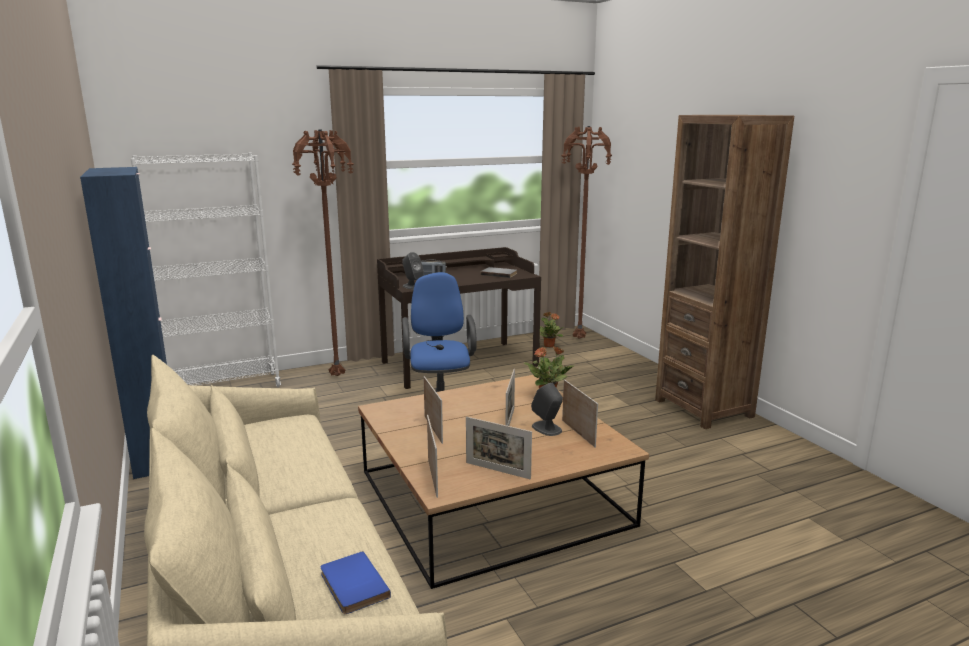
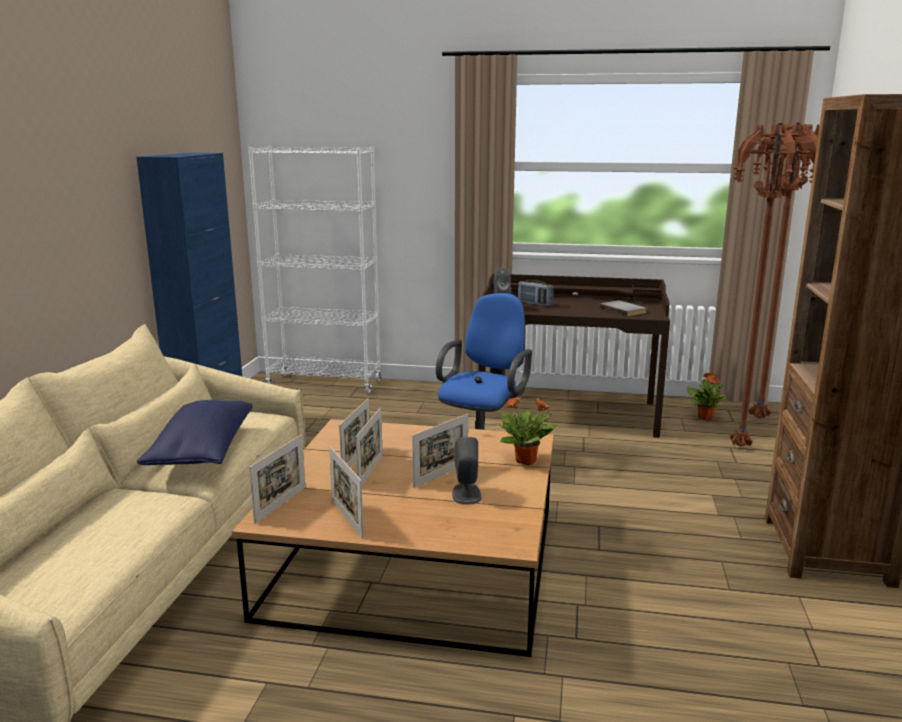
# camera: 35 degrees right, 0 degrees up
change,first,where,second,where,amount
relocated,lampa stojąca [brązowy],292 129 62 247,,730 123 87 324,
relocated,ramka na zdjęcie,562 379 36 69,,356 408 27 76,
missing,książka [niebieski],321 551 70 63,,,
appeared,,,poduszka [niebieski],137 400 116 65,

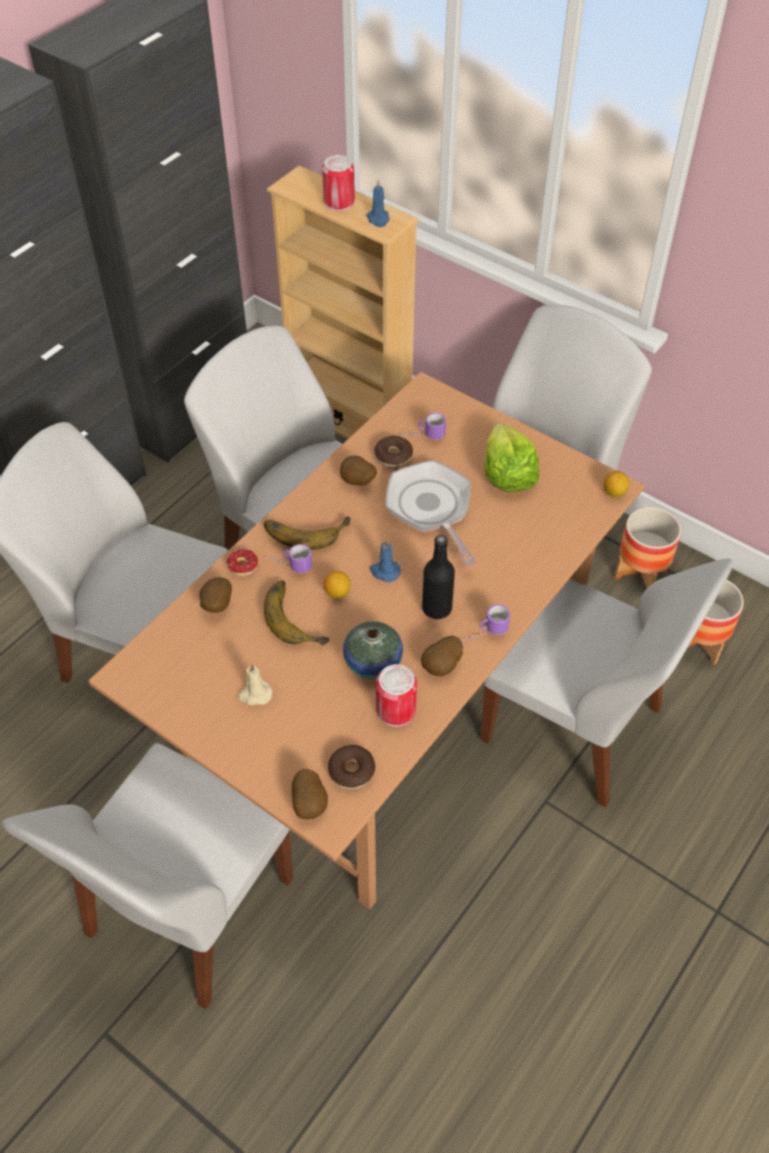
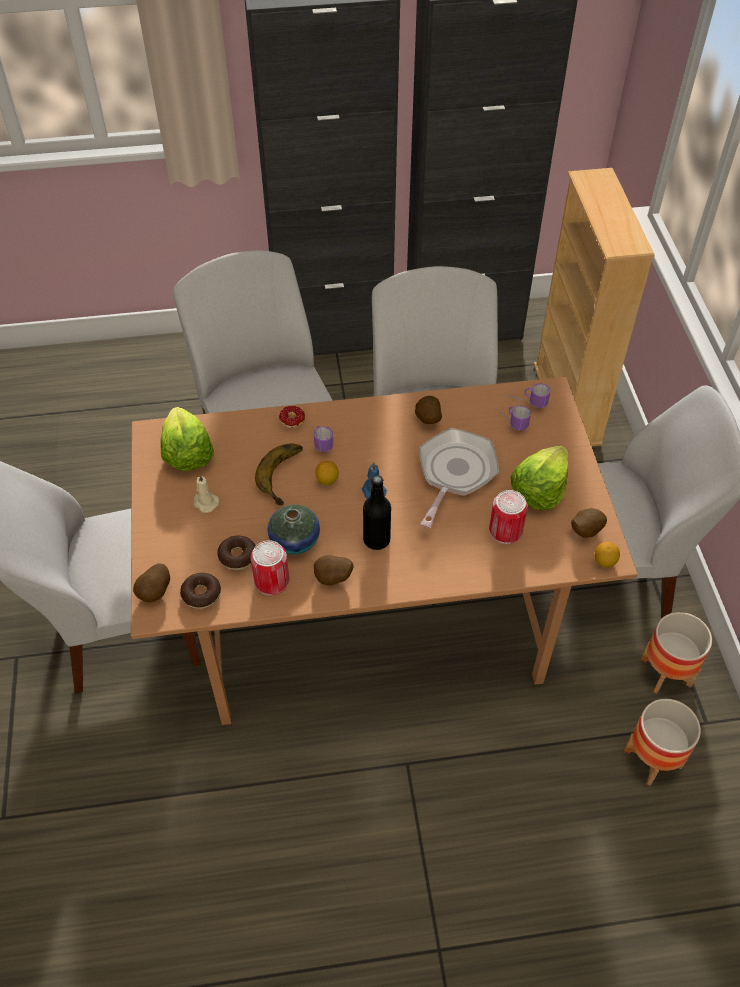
# camera: 45 degrees right, 0 degrees up
change,first,where,second,where,amount
relocated,puszka,322 155 33 56,,489 490 39 54,
missing,świeca [niebieski],366 180 23 47,,,
relocated,donut,374 436 39 31,,217 536 39 34,
missing,banan,264 516 87 34,,,
missing,krzesło [biały],481 558 252 249,,,
relocated,ziemniak,199 577 33 36,,571 508 36 30,
relocated,kubek,461 604 49 38,,508 383 42 25,
appeared,,,sałata,161 407 53 64,

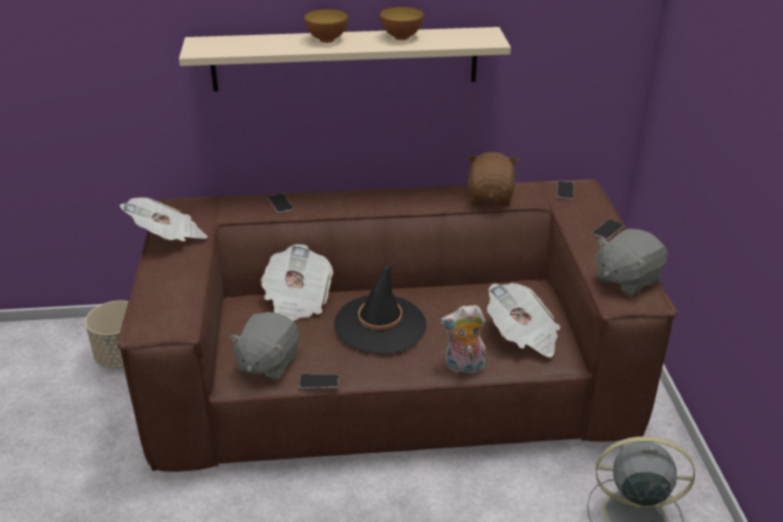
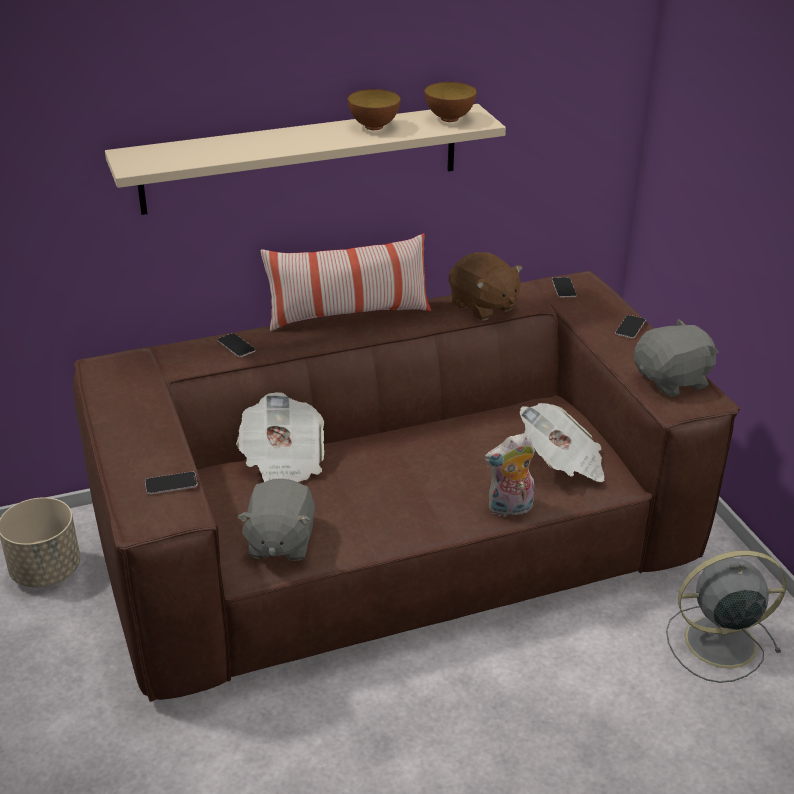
# camera: 15 degrees left, 0 degrees up
change,first,where,second,where,amount
relocated,miska,304 9 44 34,,425 82 52 40,
spun,pluszak [brązowy],468 152 51 54,,449 252 74 69,150 degrees clockwise
missing,gazeta,120 197 88 44,,,
spun,pluszak [szary],597 229 71 68,,634 319 85 78,150 degrees counterclockwise
missing,kapelusz [czarny],334 263 93 92,,,
relocated,telefon,299 374 40 14,,145 471 53 23,
appeared,,,poduszka,260 233 171 98,

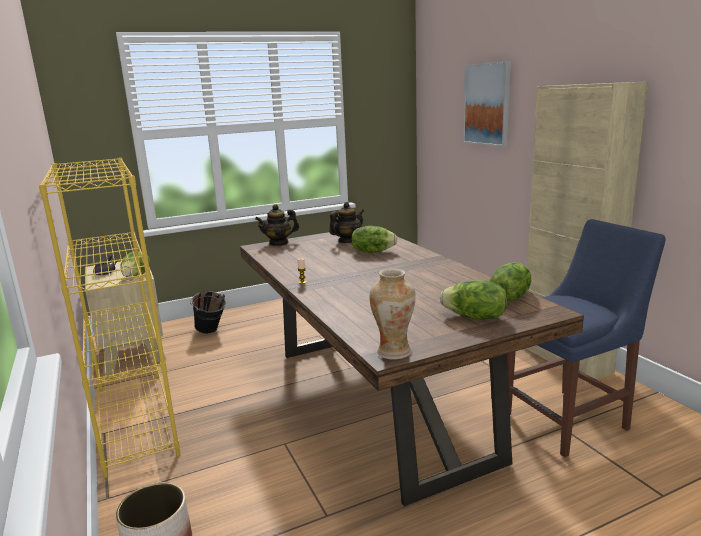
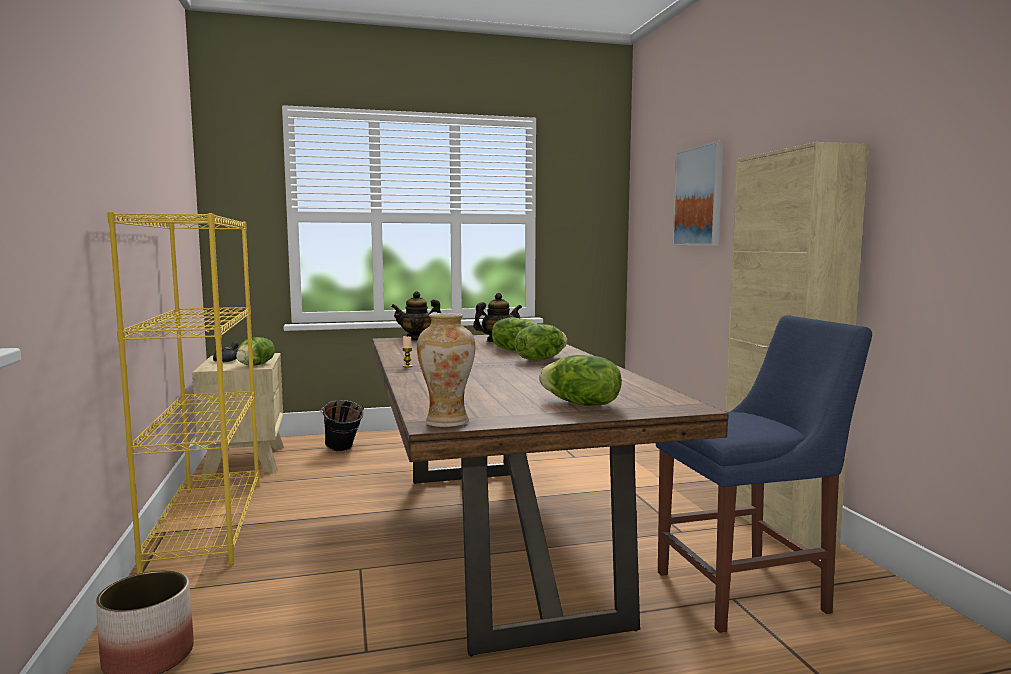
# camera: 10 degrees right, 10 degrees down
change,first,where,second,where,amount
relocated,sałata,489 263 42 38,,514 324 53 37,

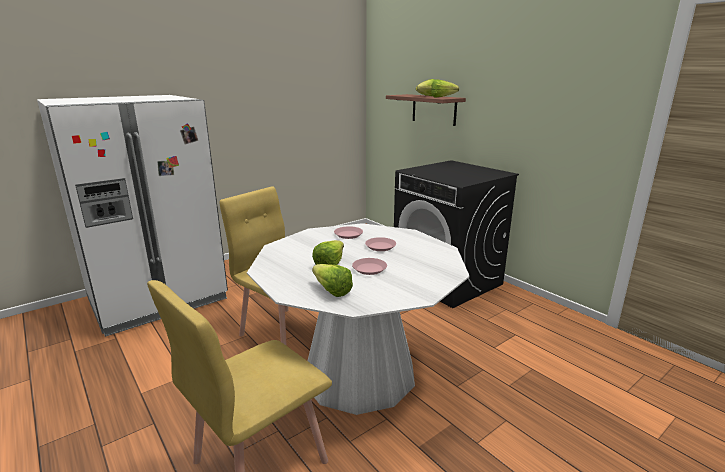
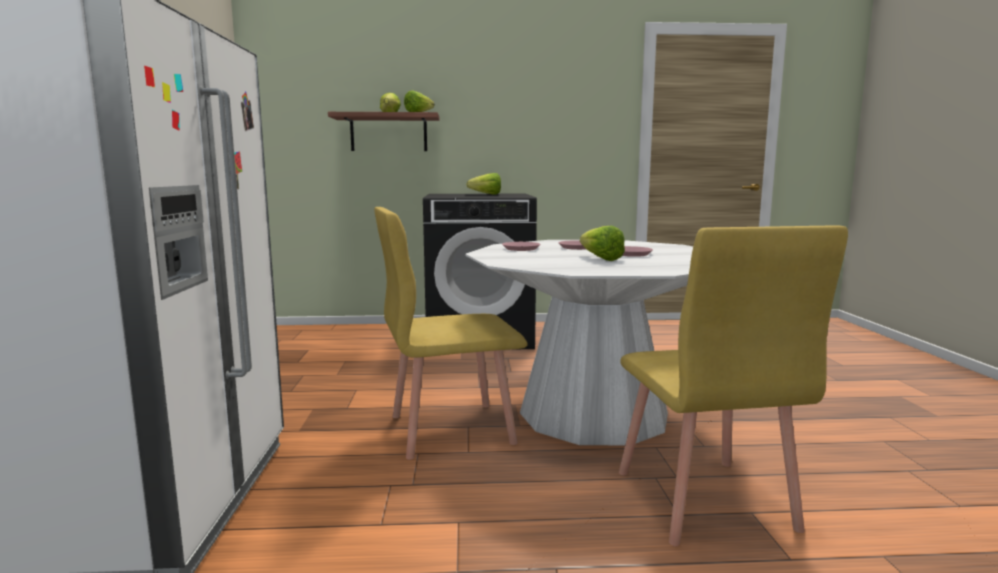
# camera: 55 degrees left, 10 degrees down
change,first,where,second,where,amount
relocated,sałata,312 264 41 33,,466 173 35 22,

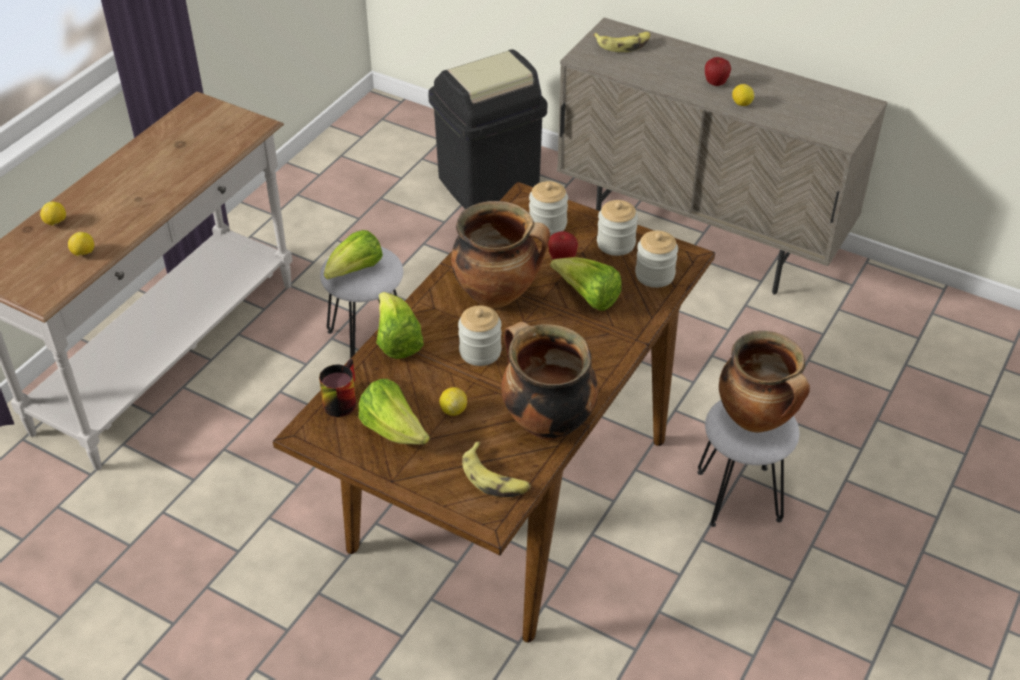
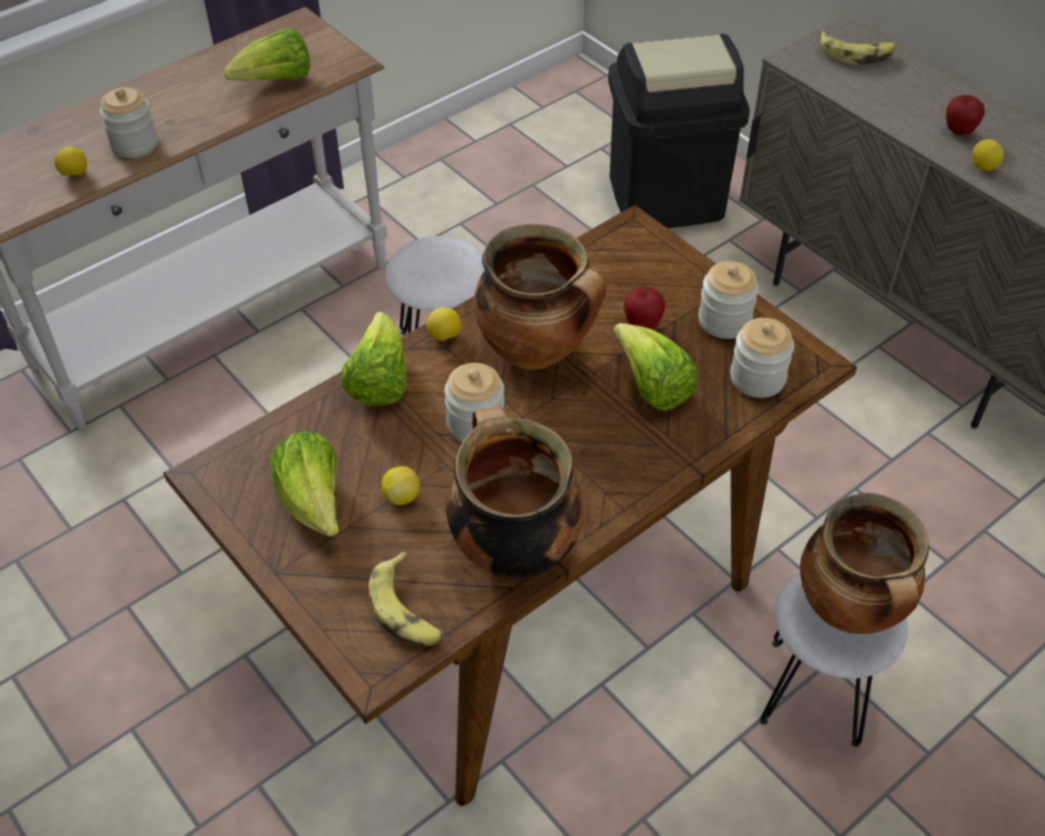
# camera: 20 degrees right, 5 degrees up
change,first,where,second,where,amount
relocated,słoik,529 181 39 55,,100 87 58 71,
relocated,cytryna,40 202 26 24,,426 307 35 34,
relocated,sałata,324 230 59 49,,224 29 86 52,
missing,kubek,319 359 37 58,,,

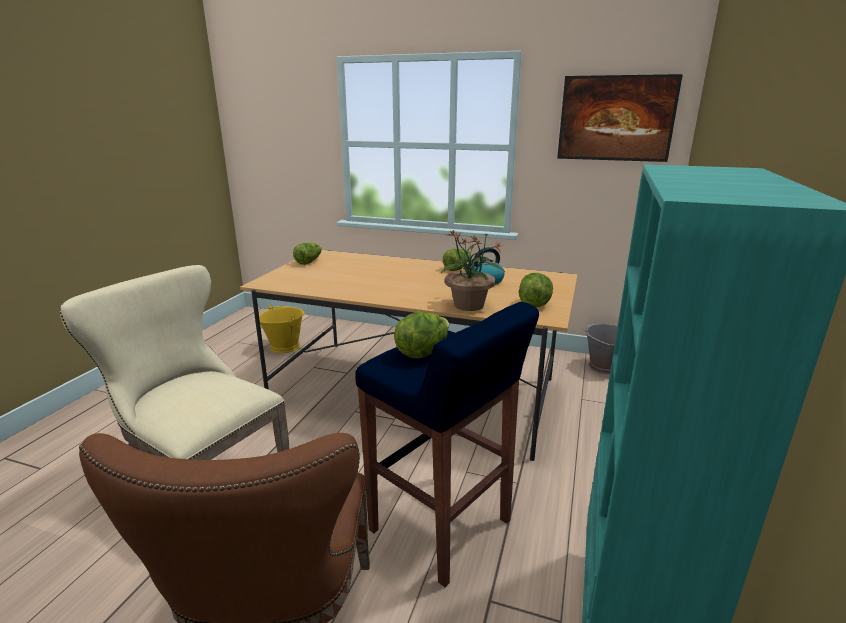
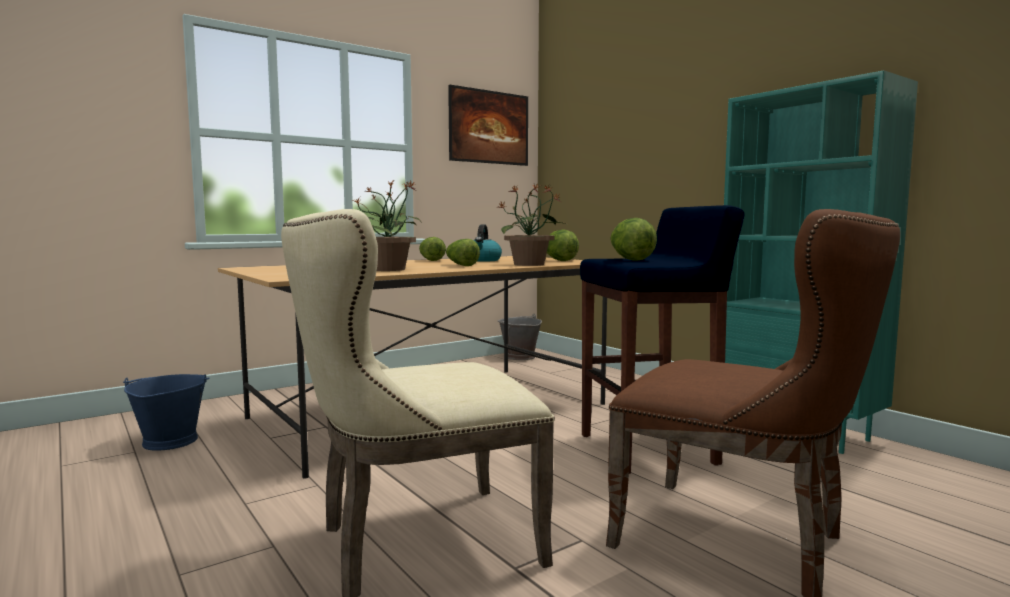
# camera: 55 degrees left, 15 degrees down
change,first,where,second,where,amount
relocated,sałata,293 243 29 22,,446 239 34 27,
colour,wiadro [żółty],259 305 45 48,wiadro [niebieski],123 374 86 77,
appeared,,,roślina doniczkowa,355 180 67 91,

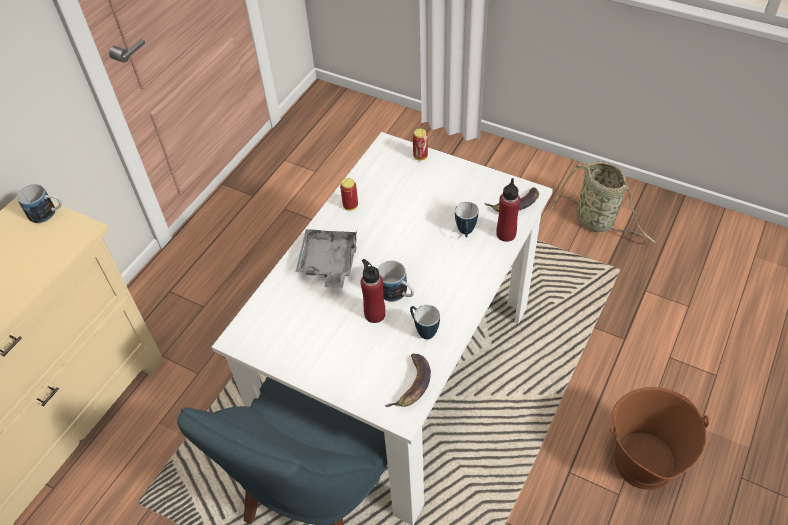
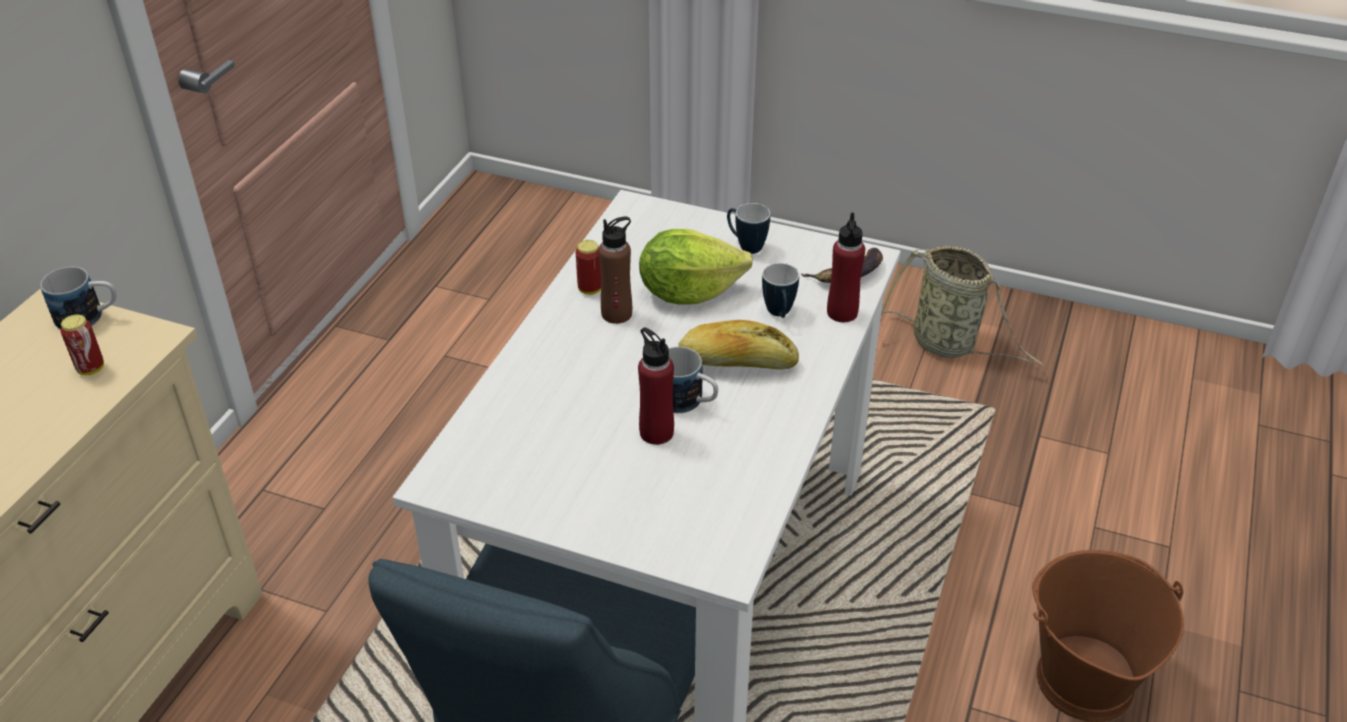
# camera: 10 degrees left, 10 degrees down
change,first,where,second,where,amount
relocated,puszka,413 129 15 32,,61 314 43 61,
missing,taca [szary],296 229 61 59,,,
relocated,kubek,410 305 30 34,,727 203 43 51,
missing,banan,385 353 46 54,,,
appeared,,,butelka [brązowy],598 217 34 107,
appeared,,,sałata,639 229 114 75,
appeared,,,chleb,678 320 121 50,

